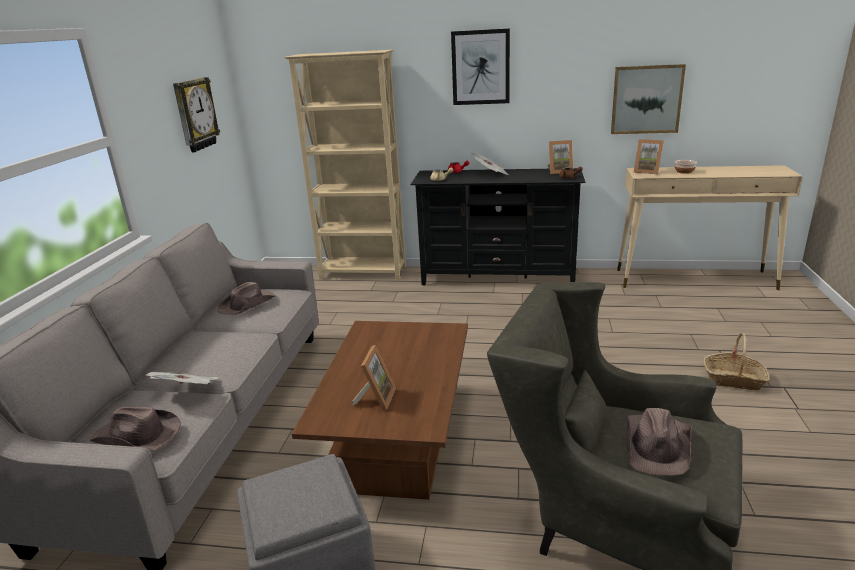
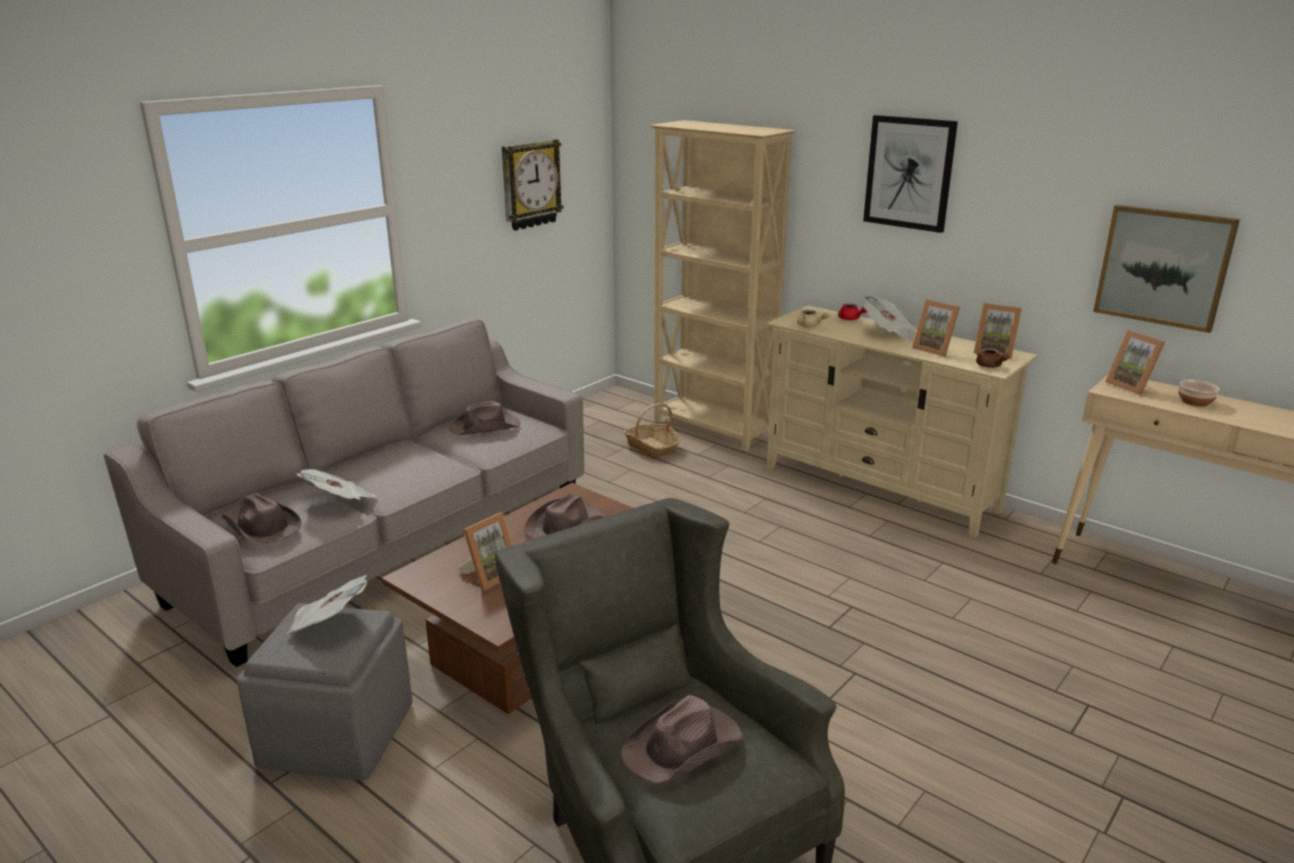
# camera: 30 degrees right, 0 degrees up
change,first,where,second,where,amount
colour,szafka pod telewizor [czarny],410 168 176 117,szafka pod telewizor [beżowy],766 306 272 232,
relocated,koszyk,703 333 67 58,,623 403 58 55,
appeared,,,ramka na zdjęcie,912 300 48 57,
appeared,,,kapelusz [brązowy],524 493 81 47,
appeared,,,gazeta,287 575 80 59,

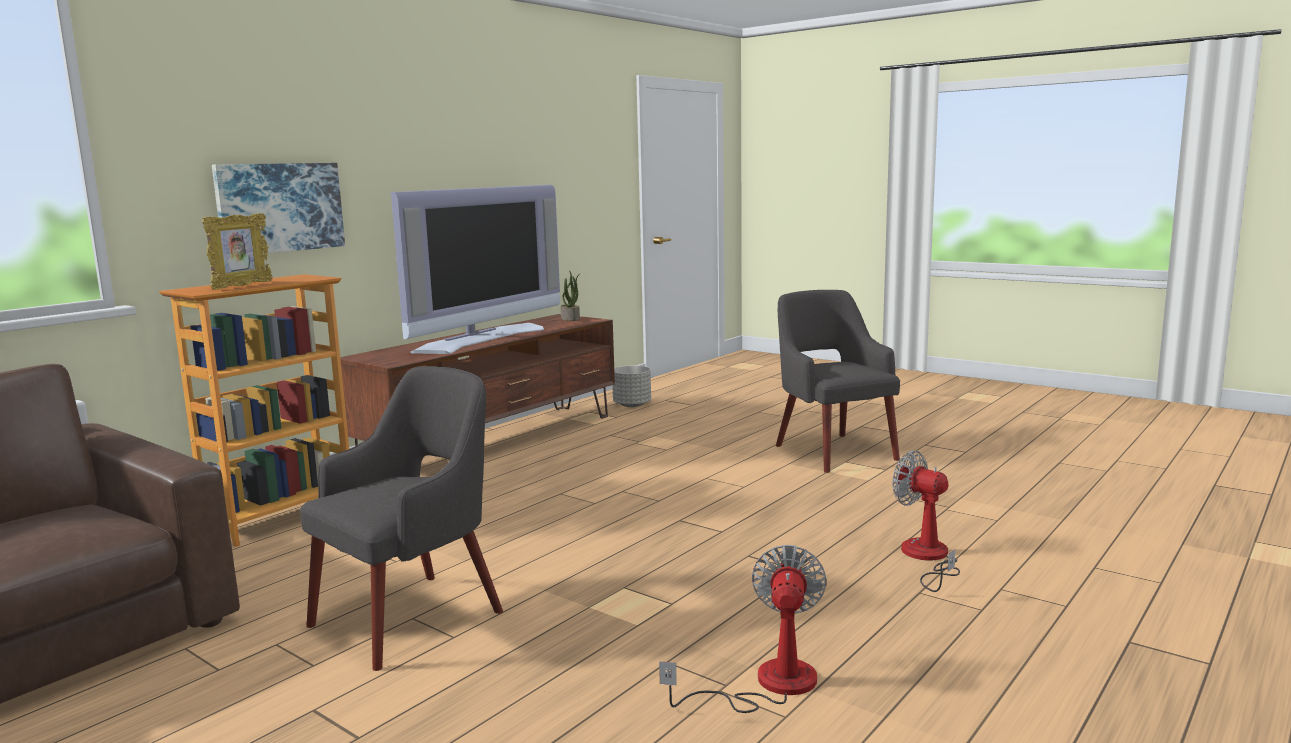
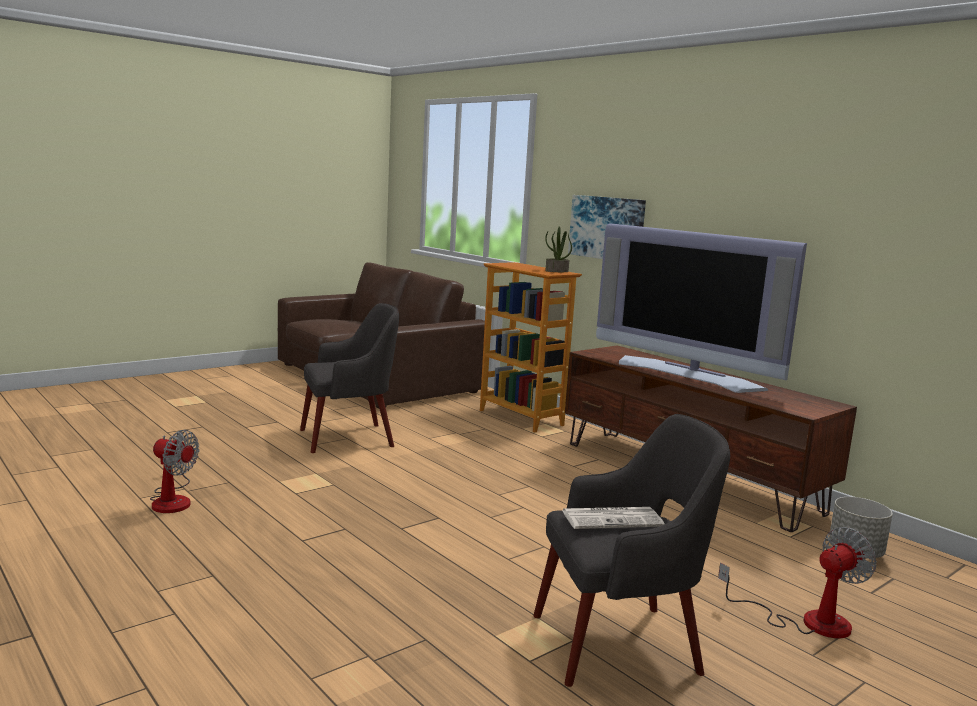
# camera: 100 degrees right, 0 degrees up
change,first,where,second,where,amount
missing,ramka na zdjęcie,202 213 71 77,,,
relocated,roślina doniczkowa,561 271 19 50,,545 226 27 46,
spun,fotel [szary],300 366 203 305,,300 303 99 150,75 degrees counterclockwise
relocated,wentylator,893 450 67 142,,718 527 159 111,
appeared,,,gazeta,562 507 103 22,

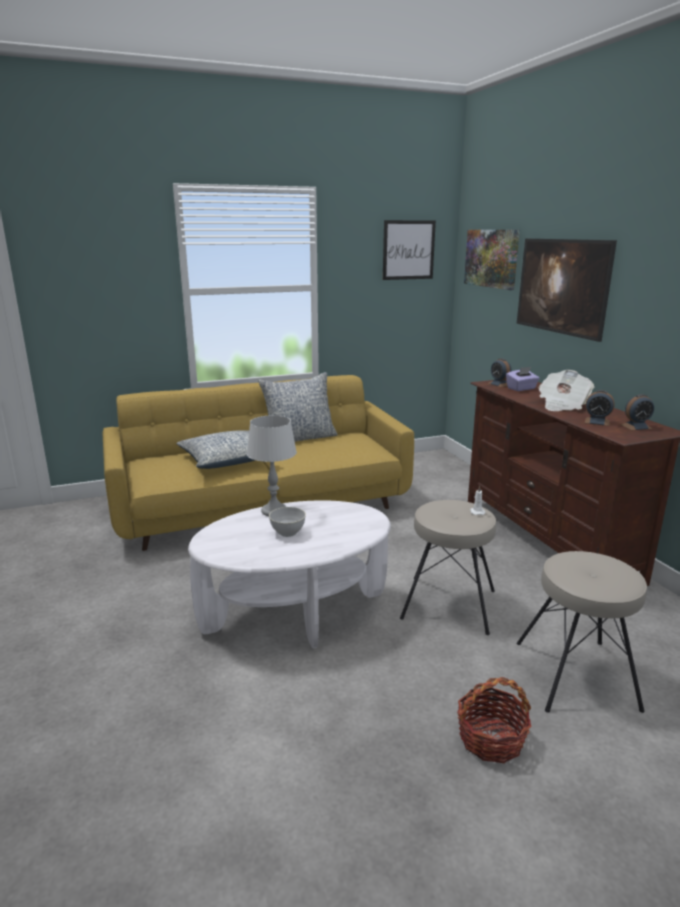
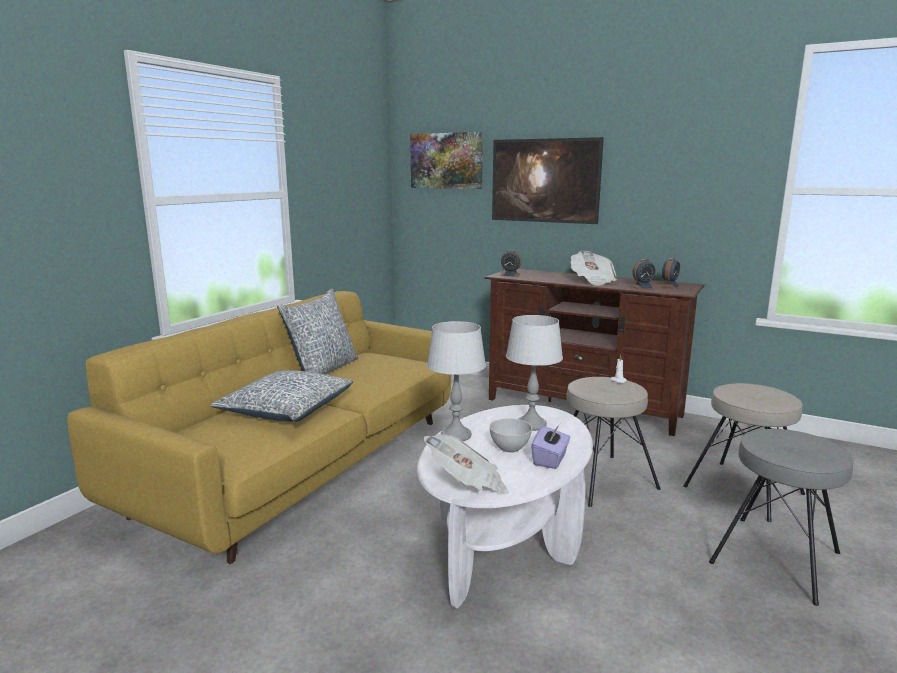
# camera: 40 degrees left, 5 degrees down
change,first,where,second,where,amount
missing,obraz,383 220 53 60,,,
relocated,pudełko chusteczek [fioletowy],506 367 34 24,,531 424 39 45,
exchanged,koszyk,457 677 75 86,stołek [szary],709 429 145 177,
appeared,,,lampa stołowa [szary],506 315 57 116,
appeared,,,gazeta,424 434 85 59,

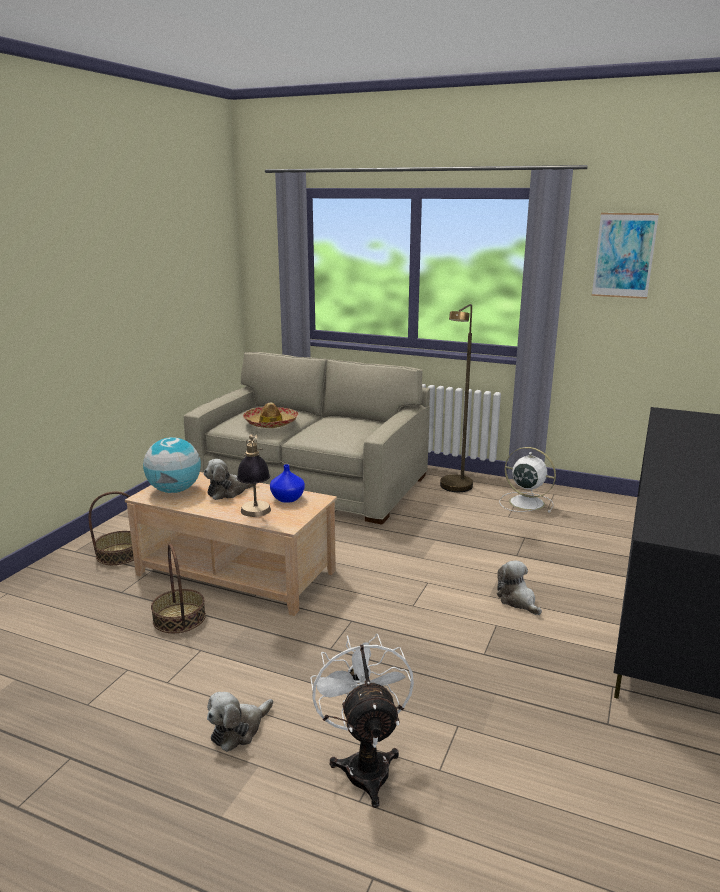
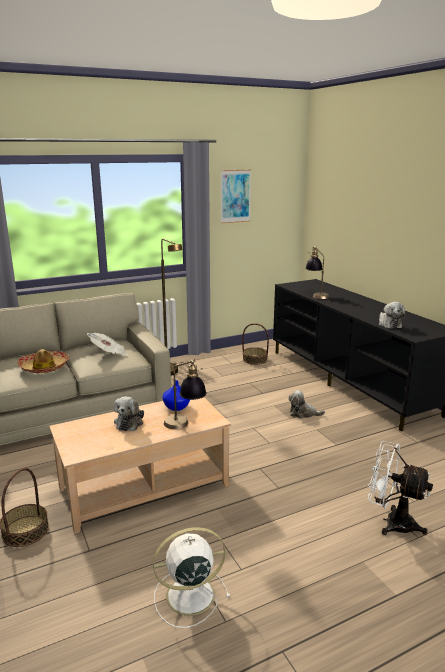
# camera: 50 degrees left, 0 degrees up
change,first,where,second,where,amount
missing,globus,143 437 58 56,,,
relocated,wentylator [biały],499 447 57 66,,153 527 77 101,
relocated,koszyk,151 544 55 89,,242 323 27 42,
relocated,pluszak,207 692 66 60,,379 302 26 27,
appeared,,,lampa stołowa,305 246 24 53,
appeared,,,gazeta,87 333 41 23,

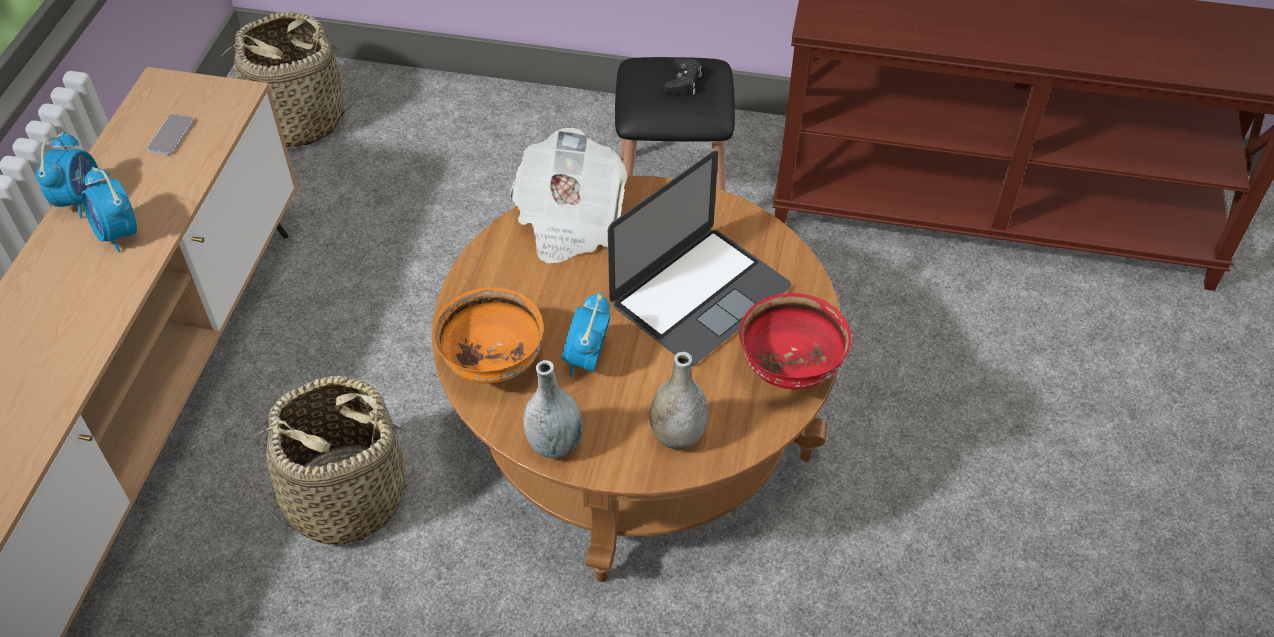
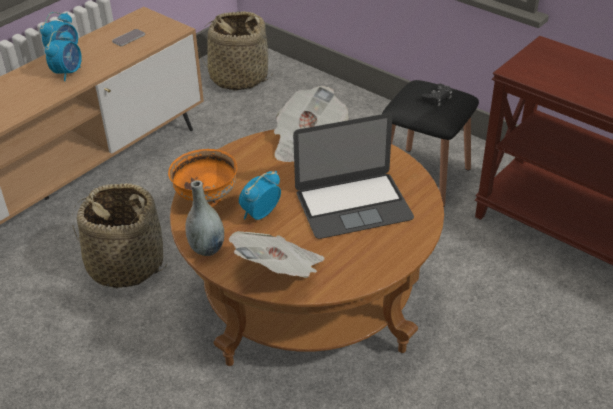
# camera: 30 degrees right, 10 degrees down
change,first,where,second,where,amount
spun,budzik,81 166 56 86,,45 30 37 51,150 degrees counterclockwise
missing,miska [czerwony],739 293 113 96,,,
exchanged,wazon [szary],649 352 59 97,gazeta,229 231 96 47,

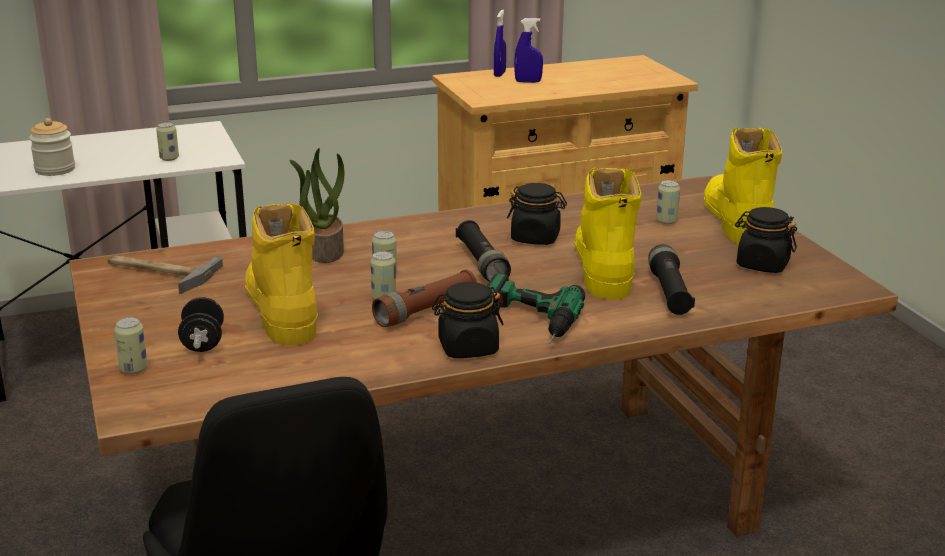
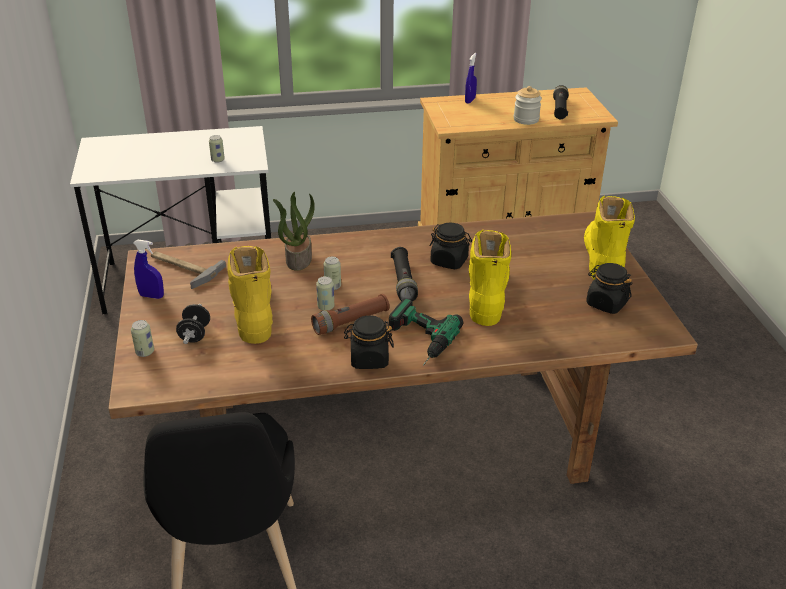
# camera: 10 degrees right, 10 degrees up
change,first,where,second,where,amount
relocated,spryskiwacz [niebieski],514 18 29 65,,133 240 31 59,
relocated,słoik,29 118 46 58,,514 86 28 39,
missing,puszka,656 180 24 44,,,
relocated,latarka [czarny],648 244 47 71,,553 85 16 34,

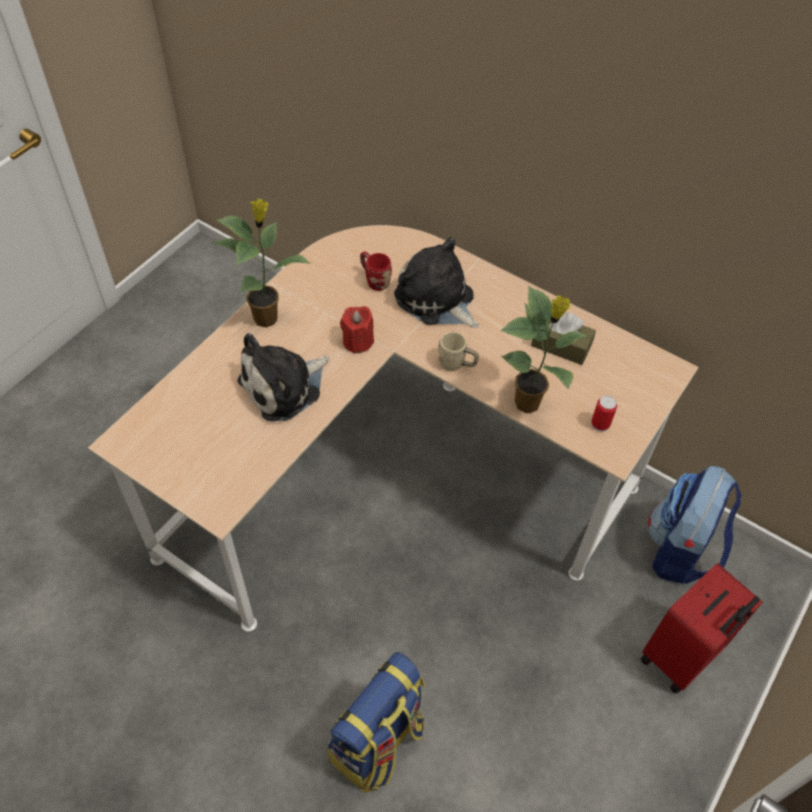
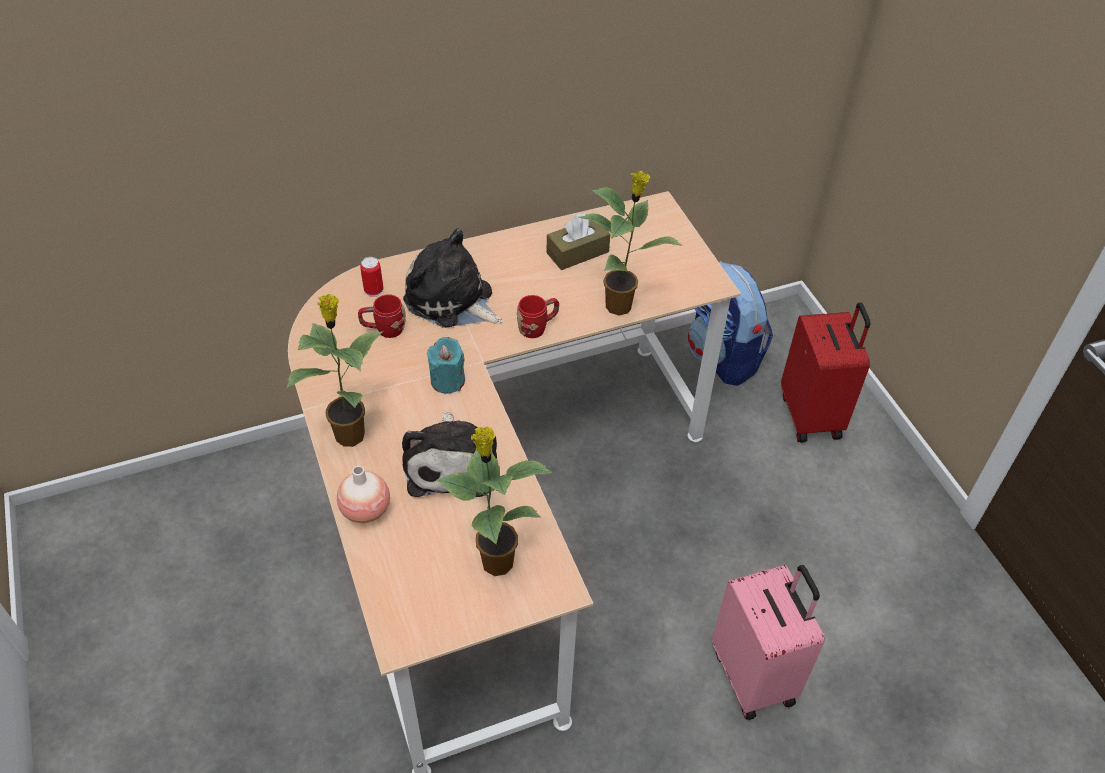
# camera: 55 degrees left, 5 degrees down
change,first,where,second,where,amount
spun,pluszak,394 237 86 91,,403 228 100 100,45 degrees clockwise
colour,świeca [czerwony],340 306 34 48,świeca [turkusowy],427 337 38 57,
colour,kubek [beżowy],438 332 41 39,kubek [czerwony],517 295 42 43,
relocated,puszka,591 395 26 37,,360 257 23 40,
exchanged,plecak,328 652 97 140,walizka [różowy],712 565 113 155,
appeared,,,roślina doniczkowa,437 426 116 150,
appeared,,,wazon,337 466 53 57,

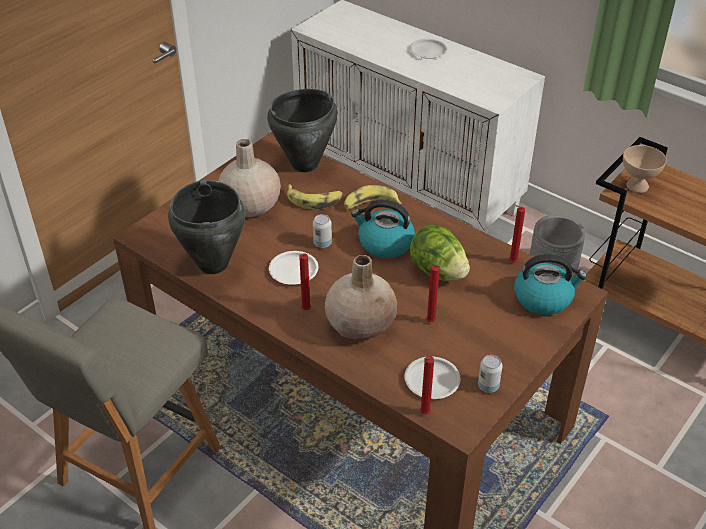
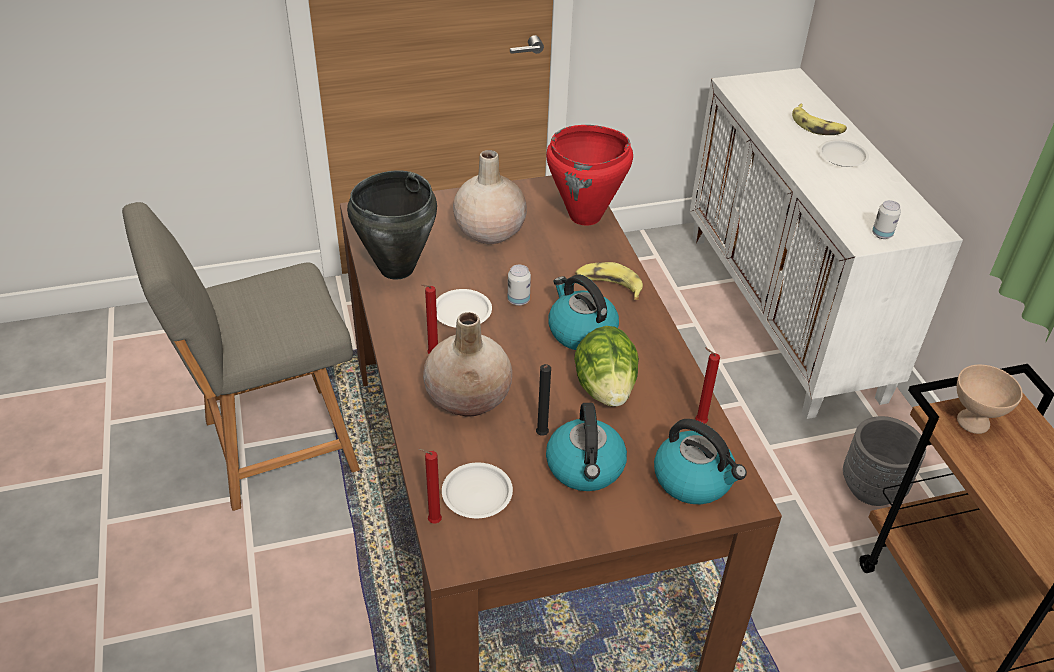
# camera: 35 degrees right, 0 degrees up
change,first,where,second,where,amount
colour,garnek [czarny],267 89 71 83,garnek [czerwony],546 125 87 101,
relocated,banan,287 184 56 26,,792 104 55 31,
colour,świeca [czerwony],426 265 14 57,świeca [czarny],536 364 15 72,
relocated,puszka,478 355 25 38,,872 200 29 39,
appeared,,,czajnik,546 403 81 88,

